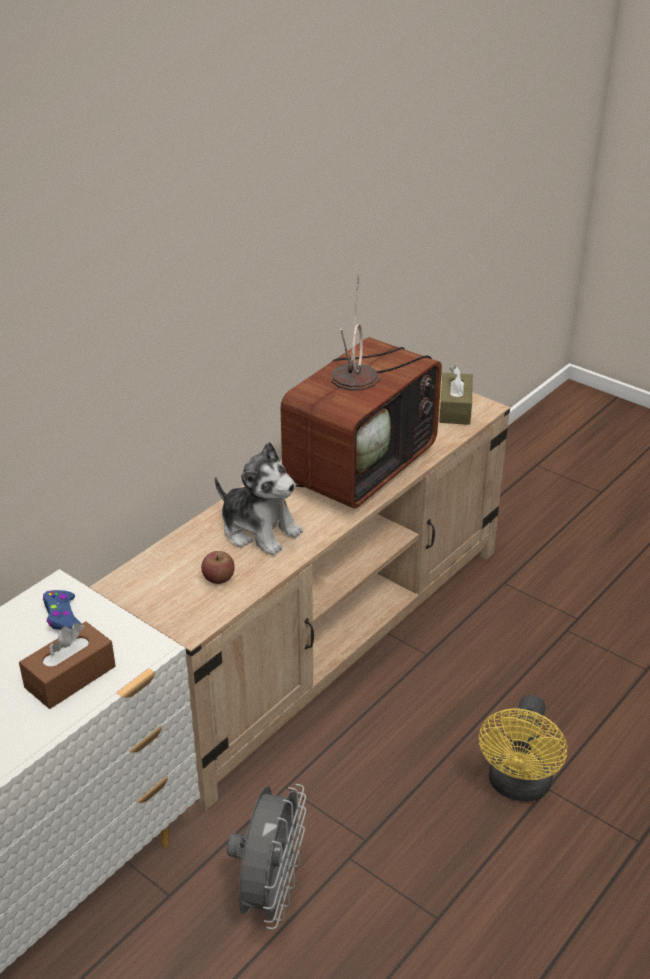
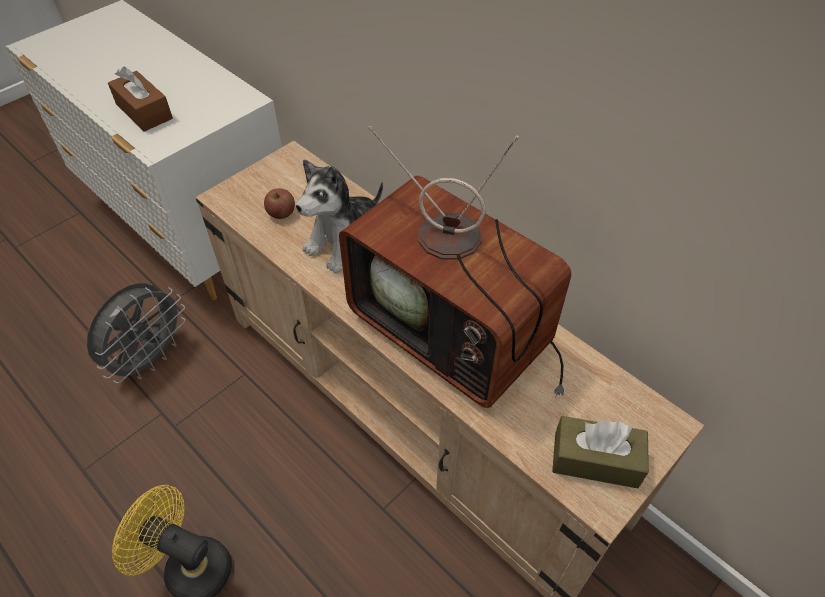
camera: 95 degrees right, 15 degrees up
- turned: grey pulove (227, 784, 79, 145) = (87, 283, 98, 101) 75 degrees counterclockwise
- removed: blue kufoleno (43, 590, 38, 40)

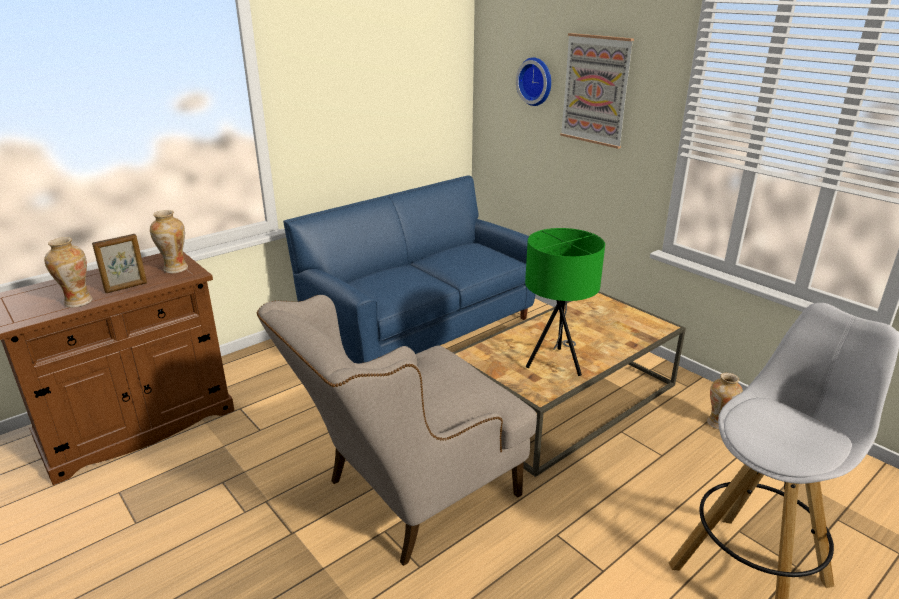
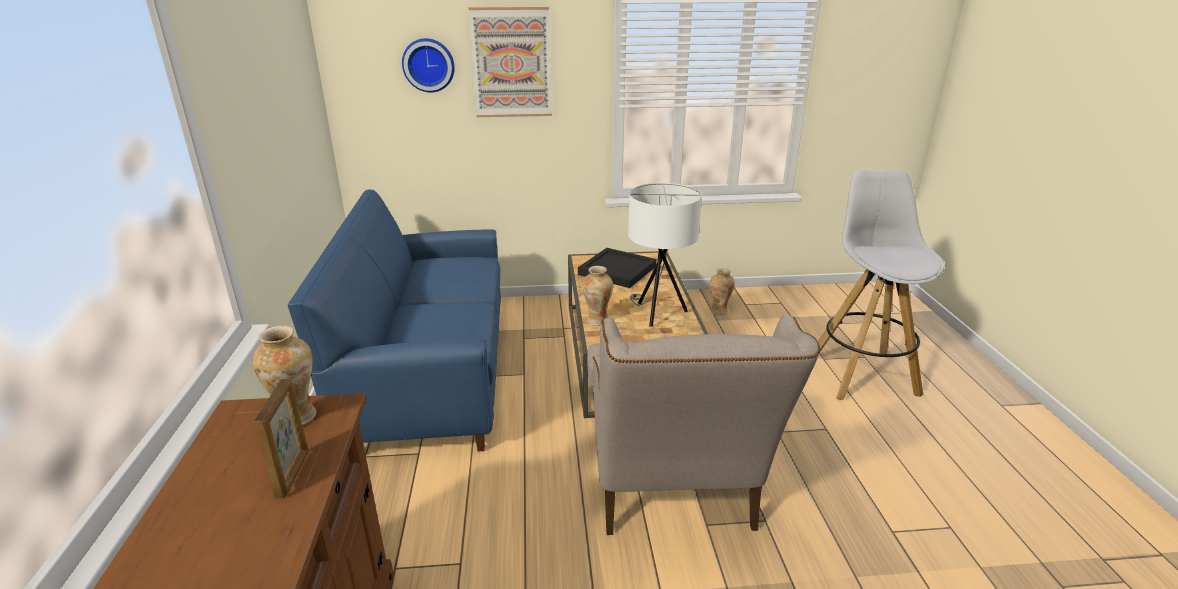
camera: 55 degrees left, 0 degrees up
- added: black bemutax (578, 248, 79, 40)
- moved: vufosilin (44, 237, 49, 71) to (582, 266, 31, 60)
- recoloured: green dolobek (525, 228, 80, 148) to white dolobek (628, 183, 74, 144)

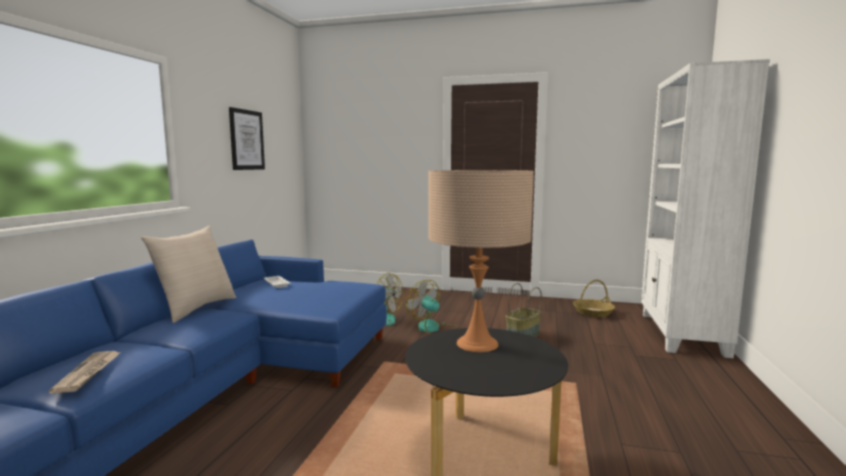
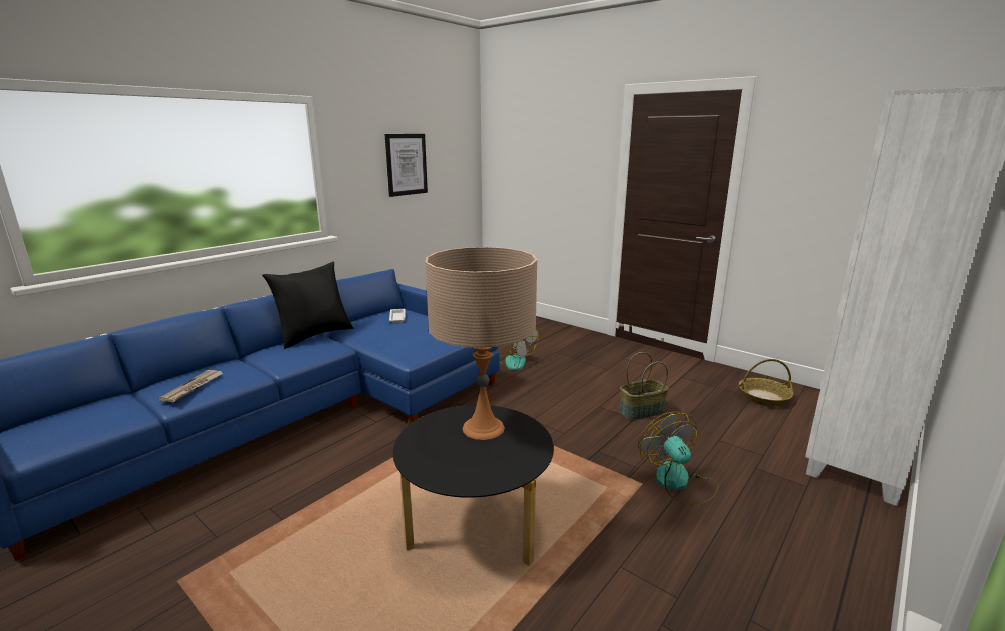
camera: 25 degrees right, 10 degrees up
- recoloured: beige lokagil (141, 226, 95, 97) to black lokagil (262, 261, 91, 88)
- moved: pulove (406, 280, 52, 54) to (639, 412, 80, 93)

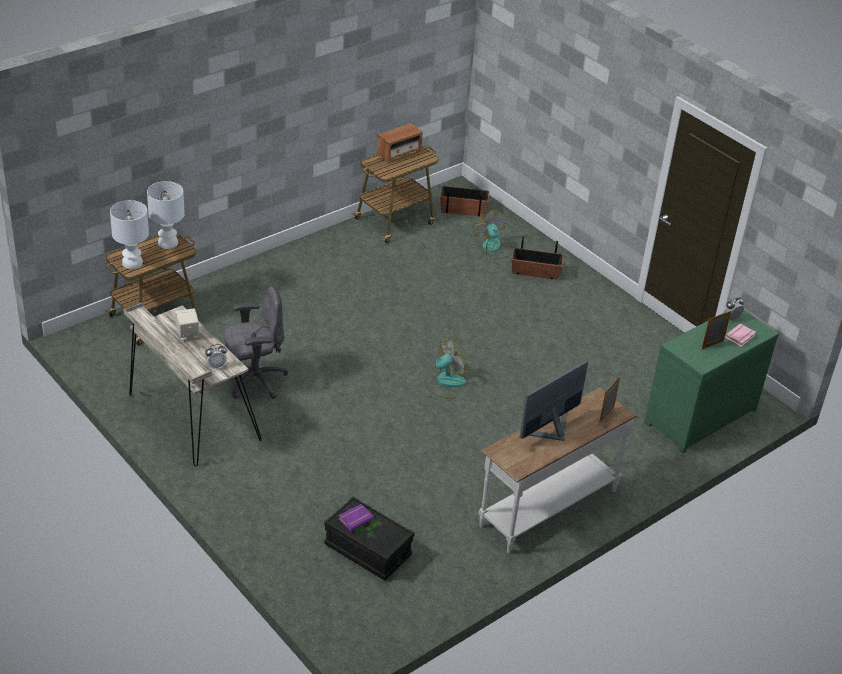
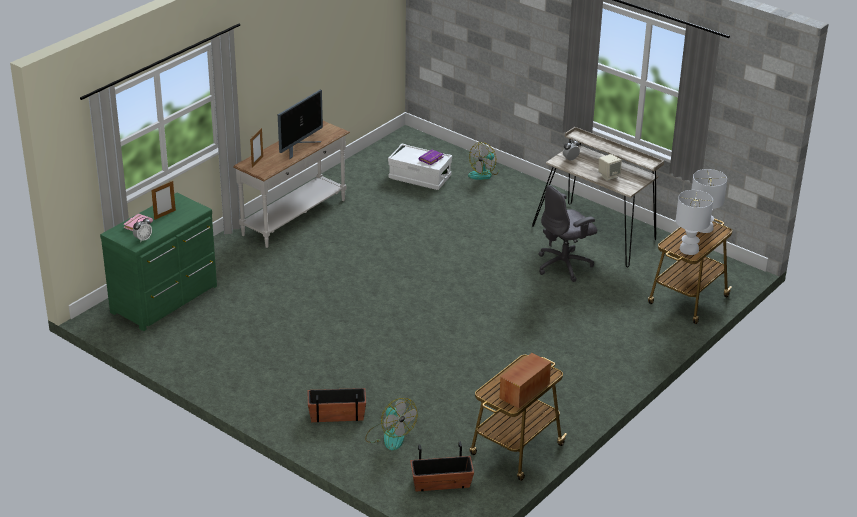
camera: 170 degrees right, 5 degrees down
- recoloured: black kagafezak (324, 497, 91, 84) to white kagafezak (388, 143, 64, 47)
- moved: pulove (426, 339, 41, 60) to (468, 142, 31, 38)

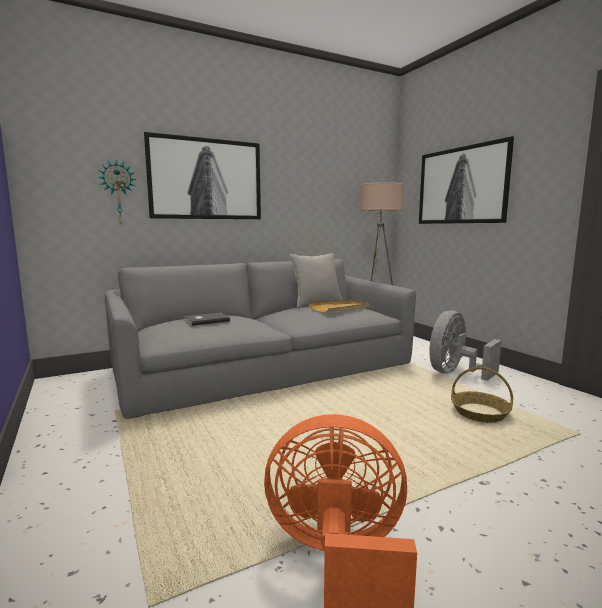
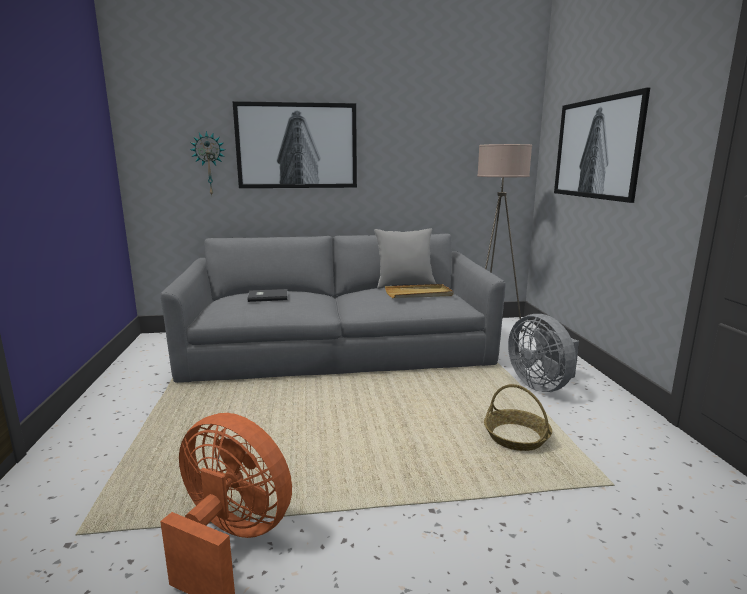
camera: 20 degrees right, 5 degrees up
- turned: grey pulove (429, 311, 73, 70) = (508, 314, 71, 78) 90 degrees counterclockwise

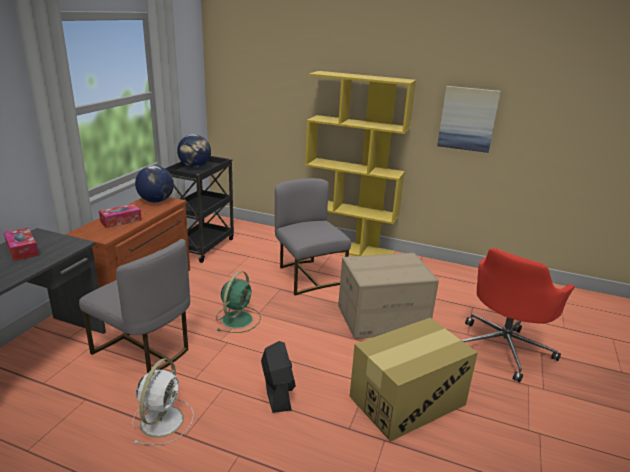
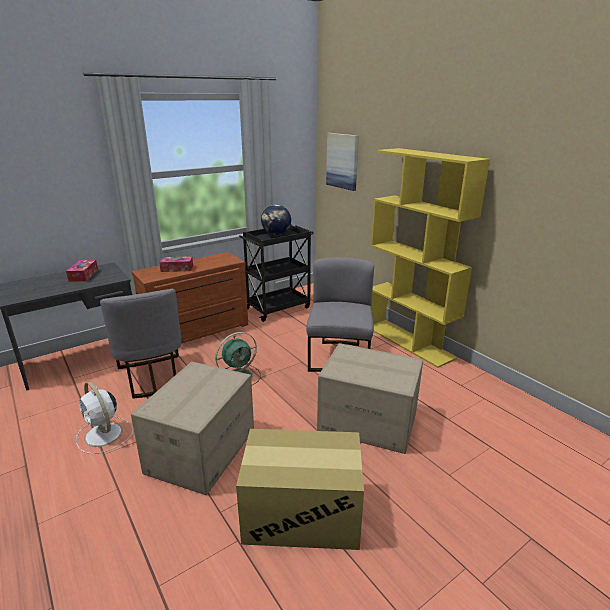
camera: 35 degrees right, 0 degrees up
- turned: white pulove (132, 358, 62, 87) = (76, 381, 57, 73) 90 degrees clockwise
- replaced: black pulove (261, 341, 35, 72) to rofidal (131, 362, 123, 133)
- moved: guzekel (437, 86, 64, 67) to (326, 133, 32, 58)
- removed: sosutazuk (135, 165, 39, 38)
- removed: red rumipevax (462, 248, 113, 135)

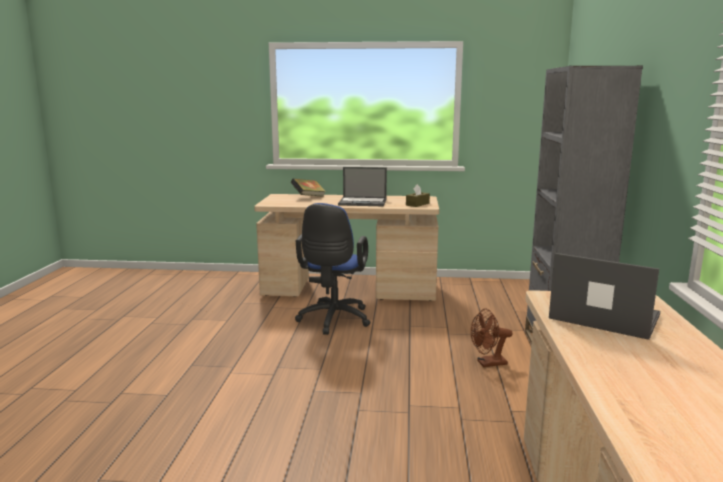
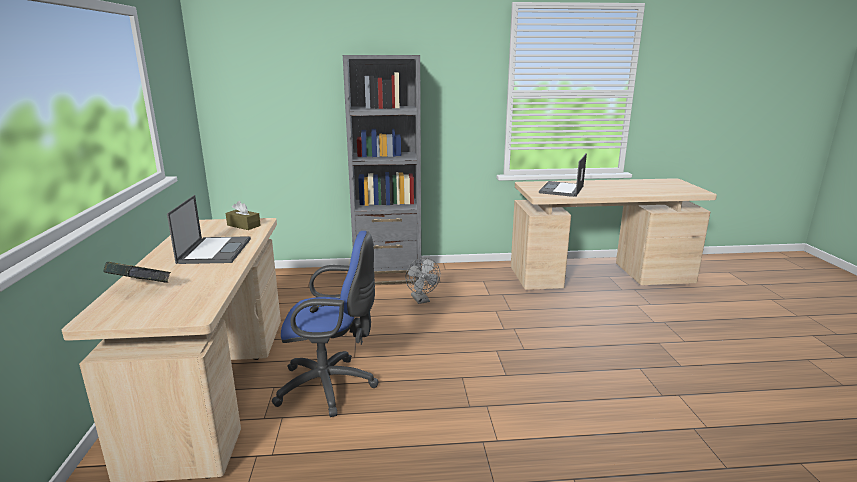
camera: 100 degrees left, 5 degrees up
- recoloured: brown pulove (471, 308, 41, 59) to grey pulove (406, 258, 34, 46)

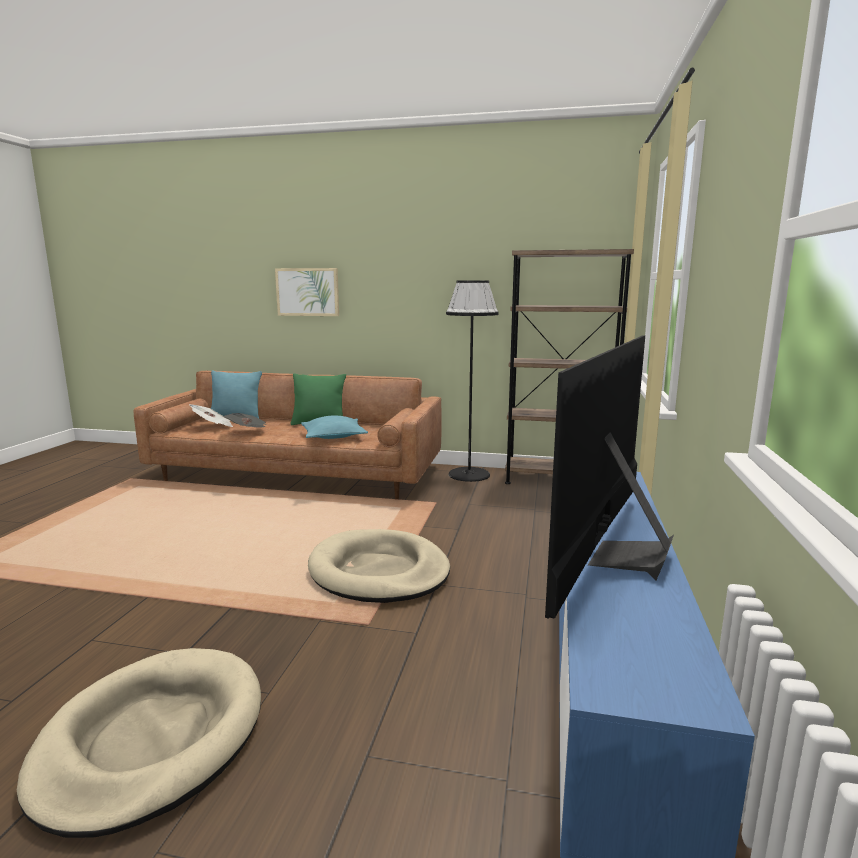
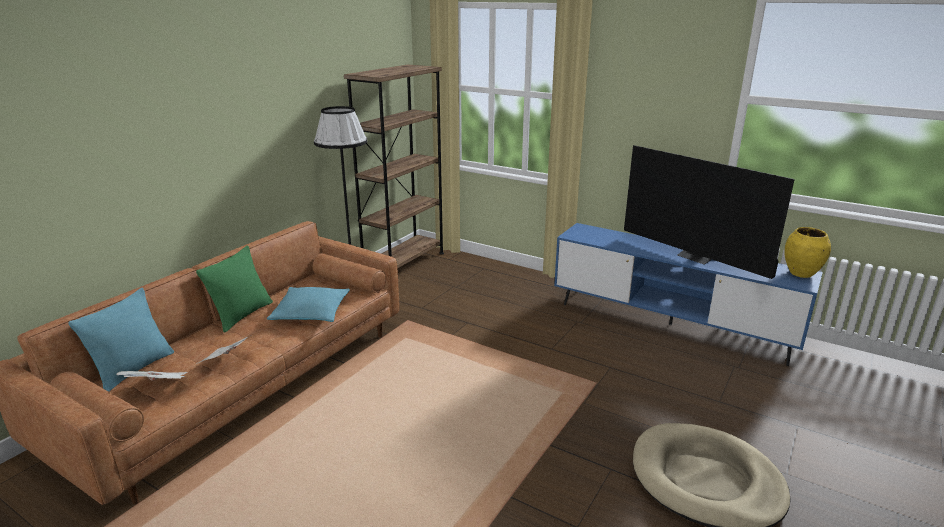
camera: 70 degrees left, 10 degrees up
- added: yellow vufosilin (785, 227, 46, 51)
- removed: guzekel (275, 268, 64, 48)
- removed: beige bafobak (308, 529, 142, 74)

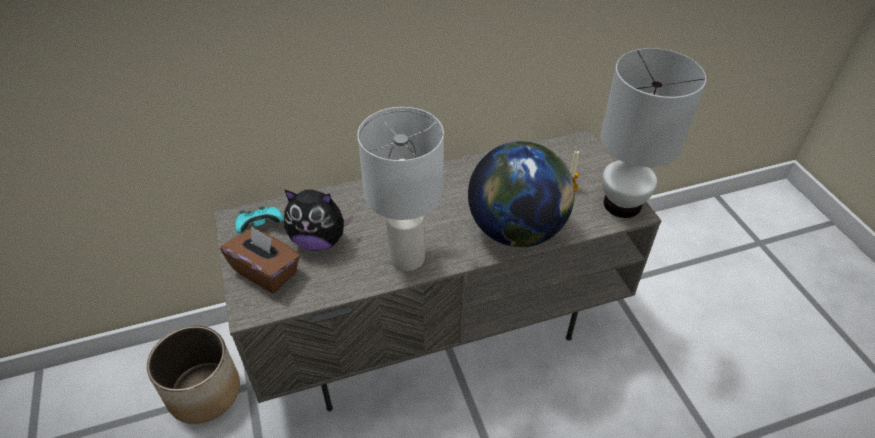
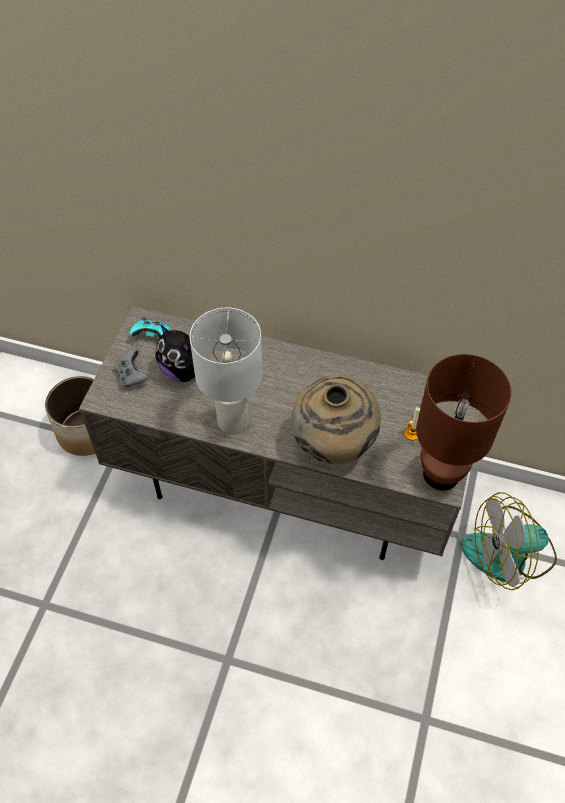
camera: 35 degrees right, 10 degrees up
- replaced: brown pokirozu (220, 225, 80, 68) to grey kufoleno (114, 349, 35, 38)
- replaced: sosutazuk (468, 141, 107, 106) to beige vufosilin (291, 375, 90, 89)
- recoloured: white dolobek (600, 48, 106, 170) to brown dolobek (416, 354, 96, 137)
- added: pulove (461, 492, 96, 98)

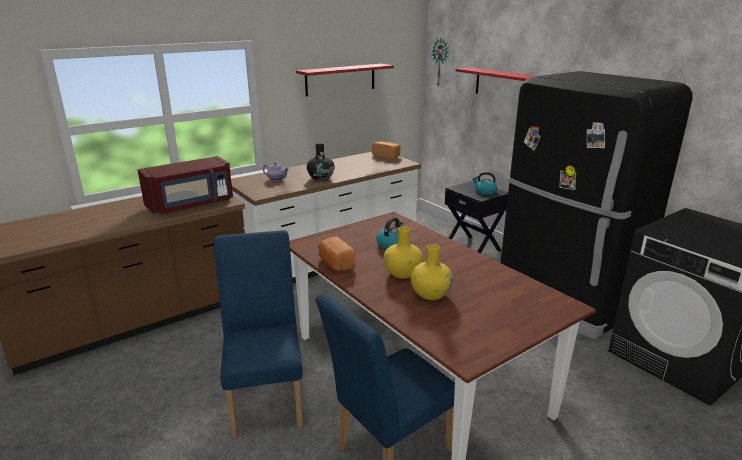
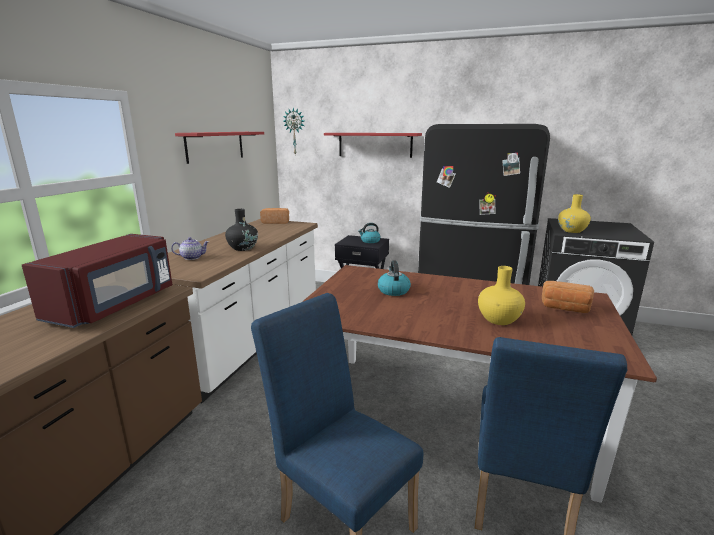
camera: 35 degrees left, 5 degrees down
- moved: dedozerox (318, 237, 38, 34) to (542, 281, 52, 32)
- moved: yellow vufosilin (384, 226, 39, 53) to (558, 194, 33, 39)

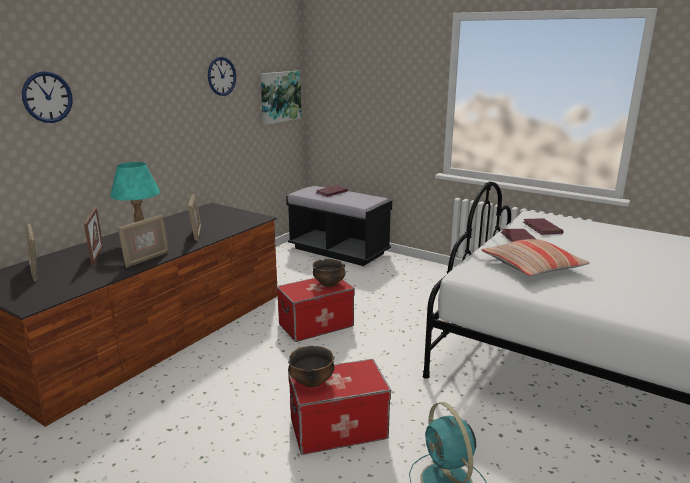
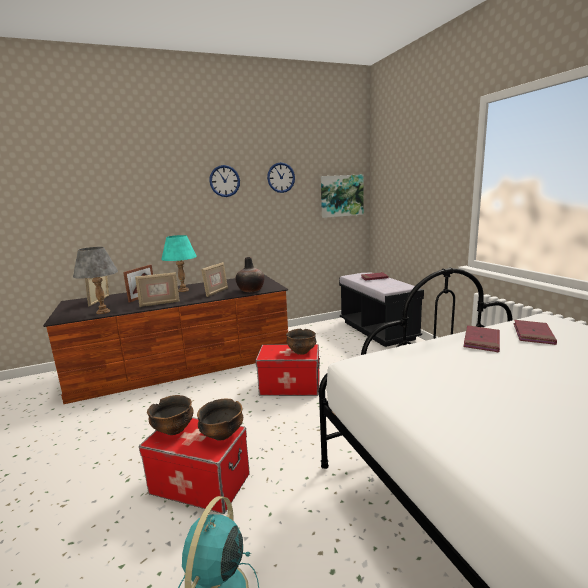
camera: 35 degrees right, 5 degrees down
- added: grey dolobek (73, 247, 45, 67)
- added: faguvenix (197, 399, 46, 42)
- moved: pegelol (22, 71, 50, 52) to (209, 165, 31, 32)
- added: vufosilin (236, 257, 28, 35)
- removed: lokagil (482, 239, 108, 37)

